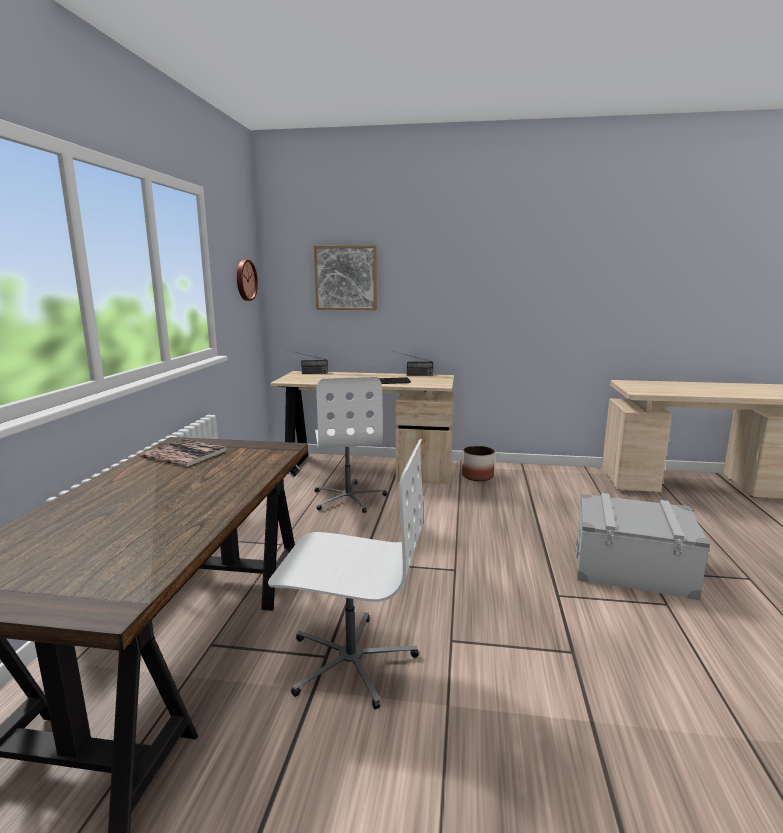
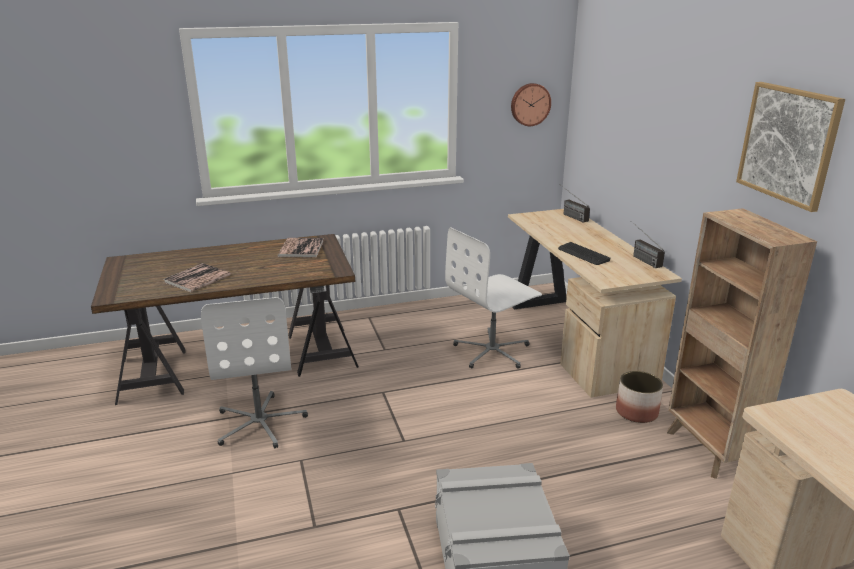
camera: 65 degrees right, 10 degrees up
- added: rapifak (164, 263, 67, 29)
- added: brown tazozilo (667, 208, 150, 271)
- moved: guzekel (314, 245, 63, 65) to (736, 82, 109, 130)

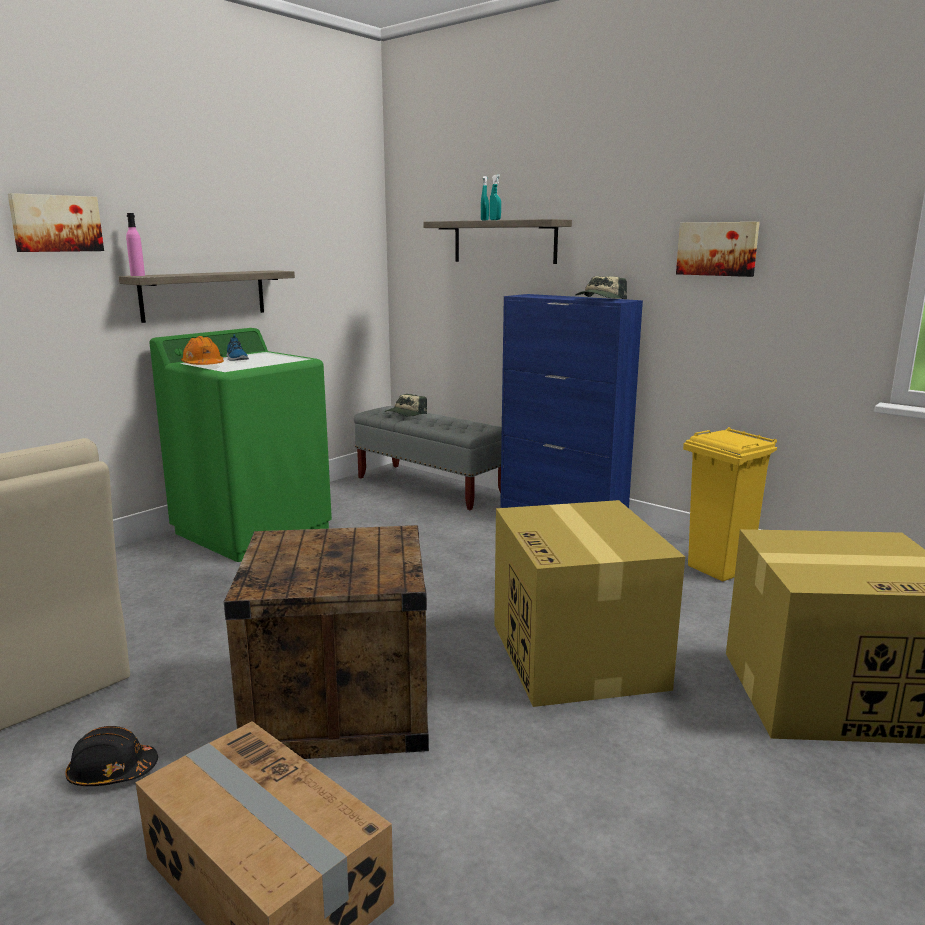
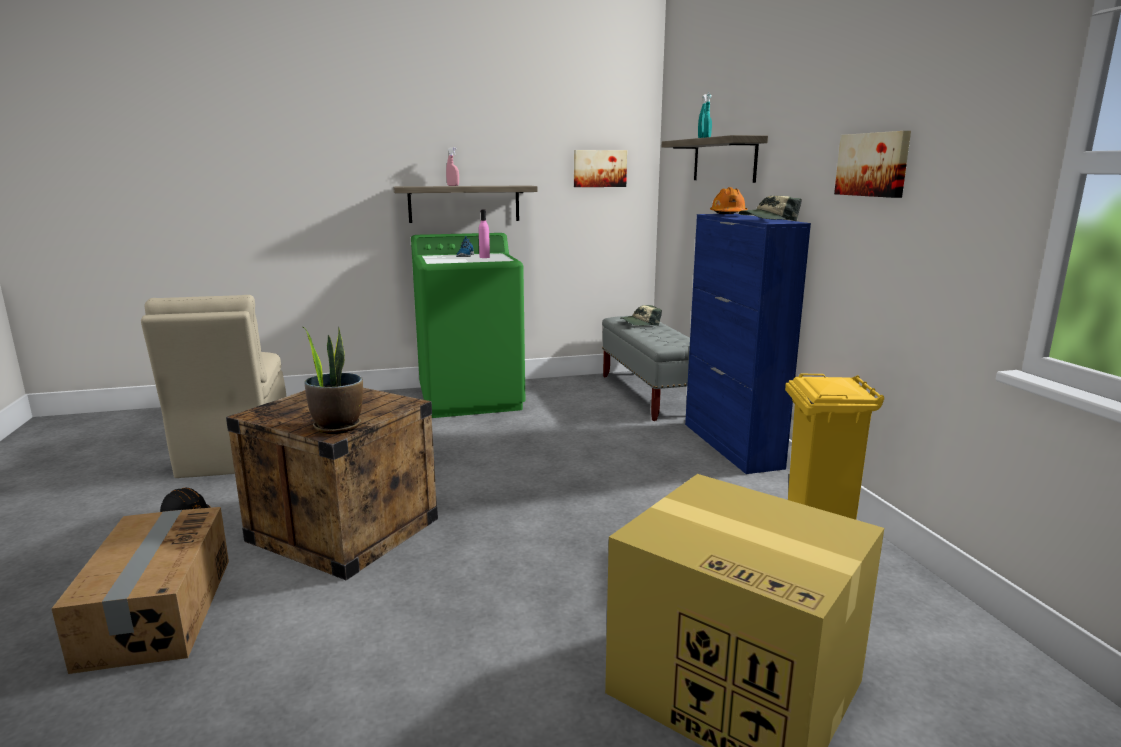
camera: 35 degrees right, 0 degrees up
- added: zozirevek (302, 326, 61, 108)
- added: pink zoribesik (446, 147, 13, 39)
- moved: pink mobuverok (126, 213, 19, 63) to (479, 210, 11, 48)
- moved: guzekel (8, 193, 96, 59) to (574, 150, 53, 37)
- moved: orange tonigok (181, 336, 43, 29) to (710, 187, 37, 27)
- removed: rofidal (494, 500, 191, 207)

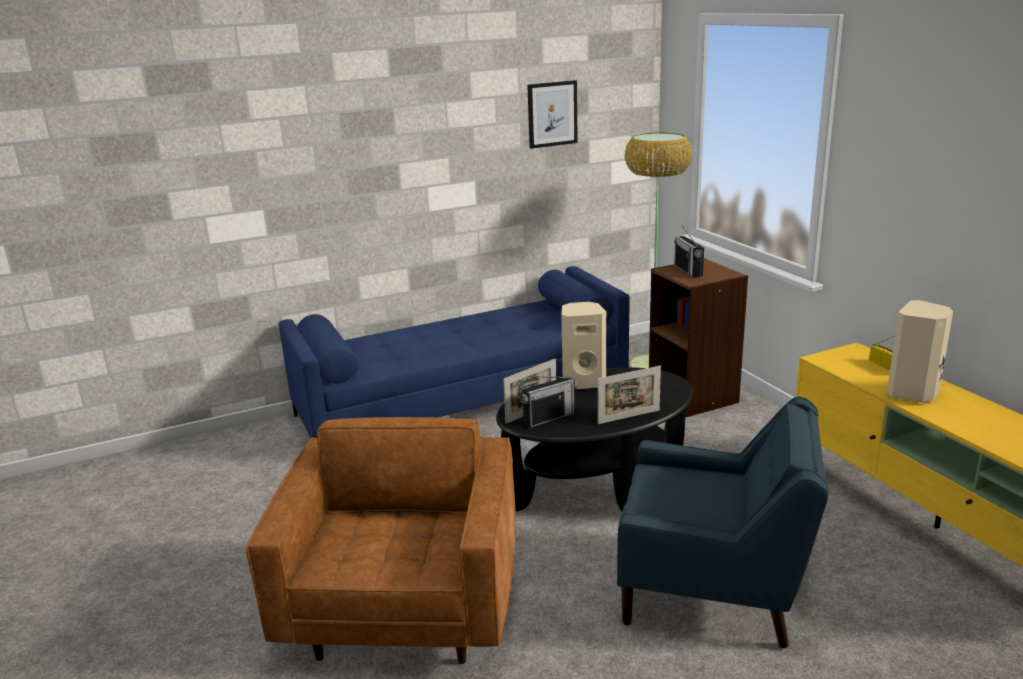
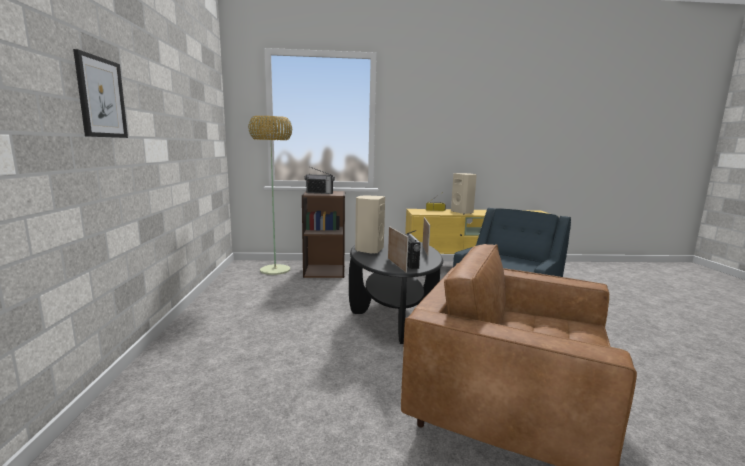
camera: 70 degrees left, 10 degrees down
- moved: guzekel (527, 80, 51, 69) to (73, 49, 55, 89)
- removed: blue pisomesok (279, 266, 351, 172)

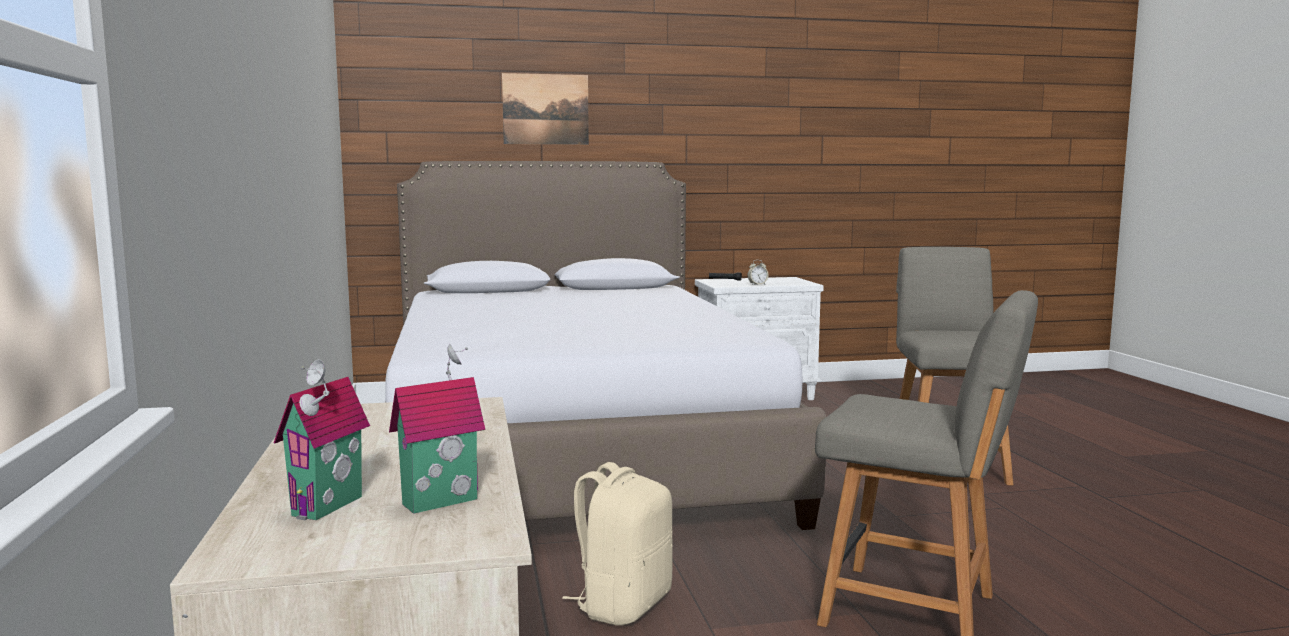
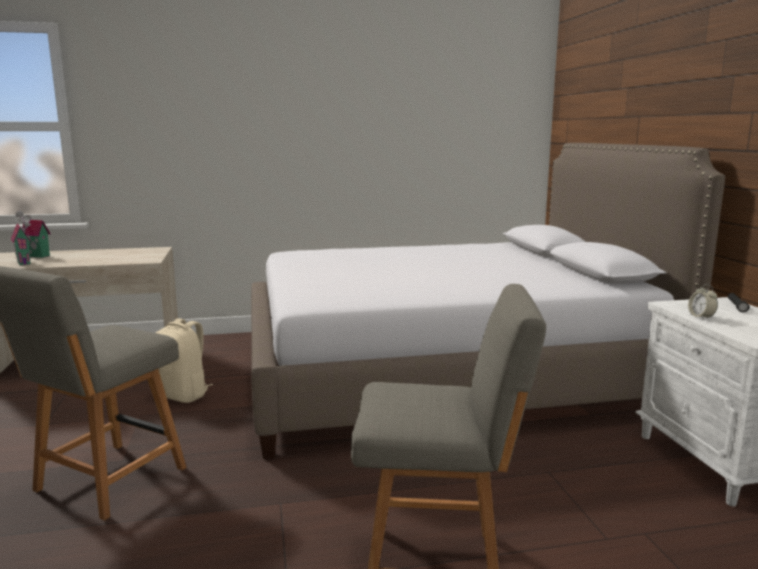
camera: 90 degrees right, 5 degrees up
- removed: guzekel (502, 73, 87, 72)

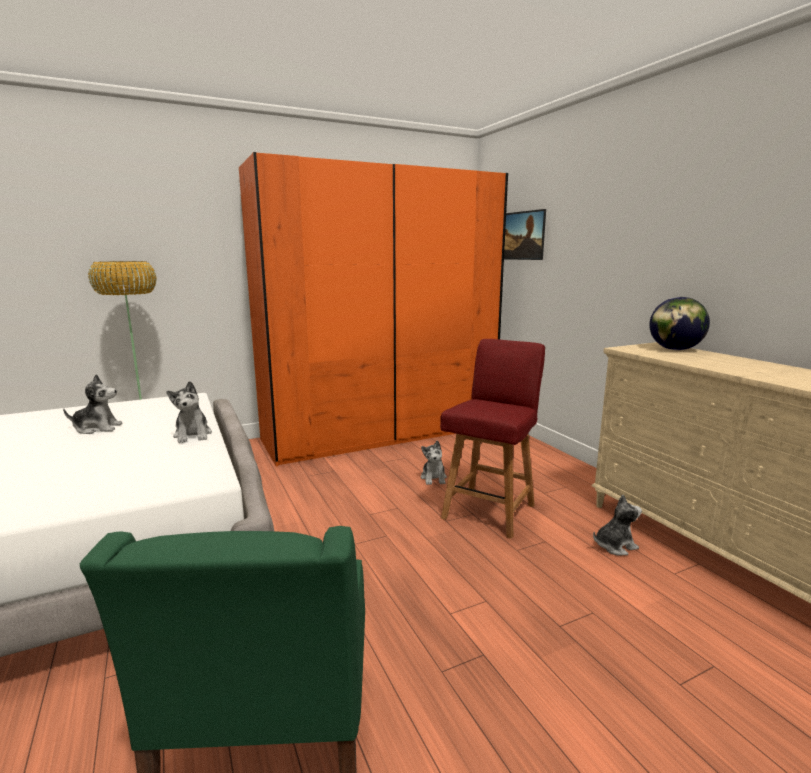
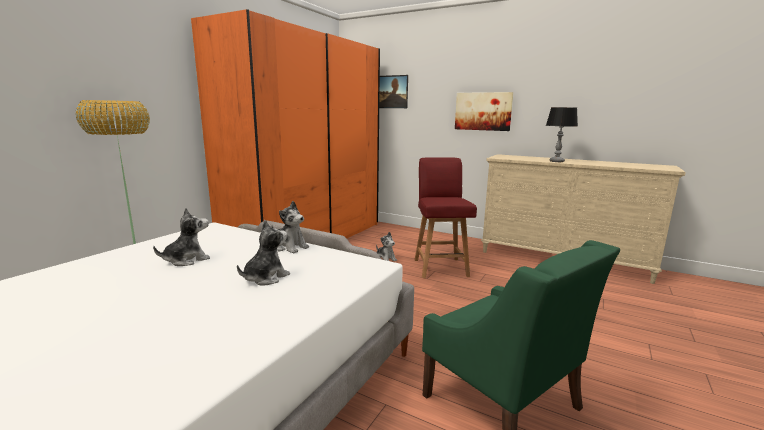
camera: 35 degrees left, 0 degrees up
- moved: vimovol (593, 495, 49, 60) to (237, 220, 53, 65)
- added: guzekel (455, 92, 59, 39)
- added: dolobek (546, 107, 32, 55)
- removed: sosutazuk (649, 297, 61, 53)

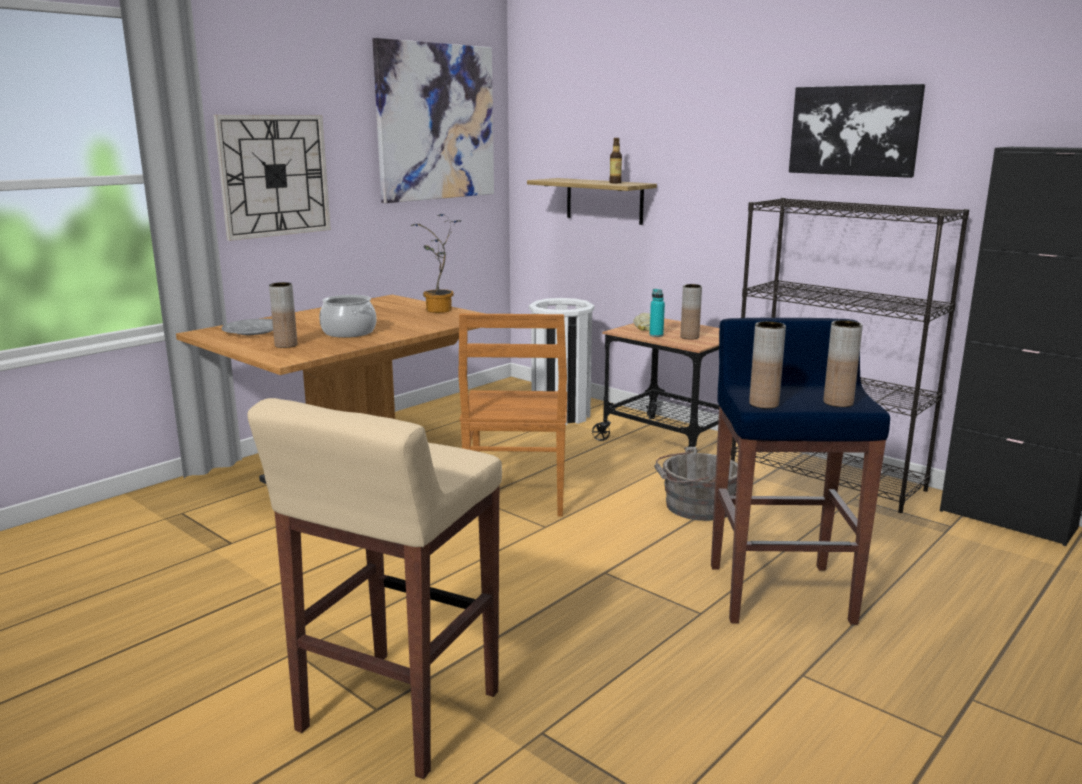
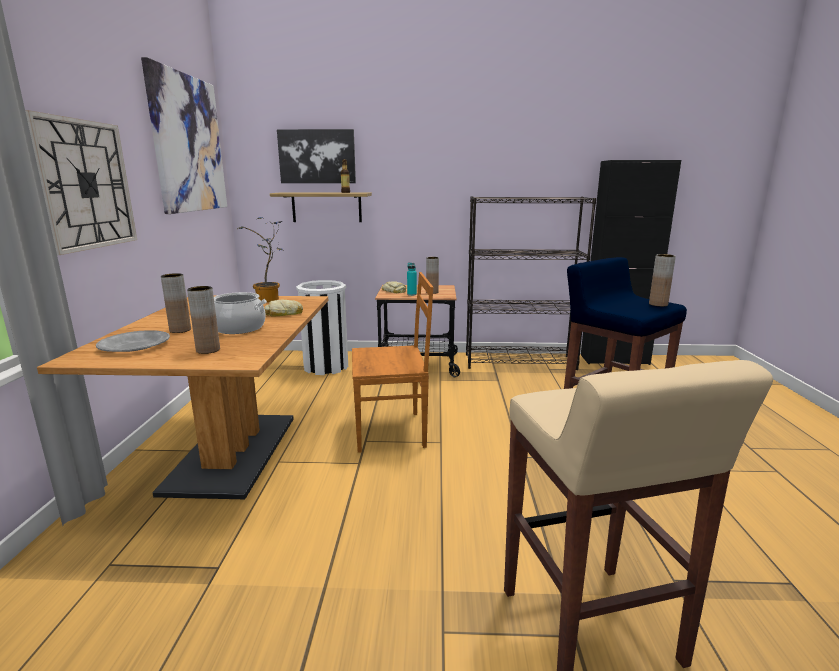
camera: 40 degrees left, 0 degrees up
- moved: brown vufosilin (749, 321, 37, 88) to (161, 273, 30, 60)
- added: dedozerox (265, 300, 38, 17)
- moved: guzekel (789, 84, 136, 94) to (277, 129, 79, 54)
- turned: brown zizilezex (458, 313, 109, 204) = (352, 272, 82, 181) 60 degrees counterclockwise
- removed: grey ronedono (654, 447, 84, 74)

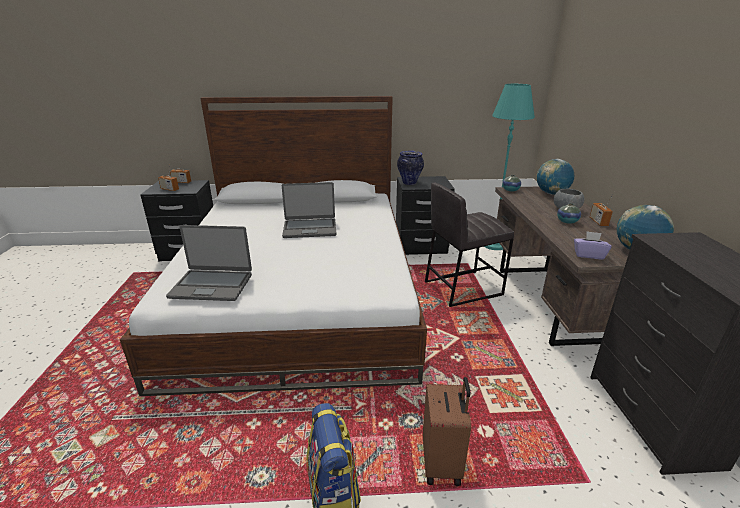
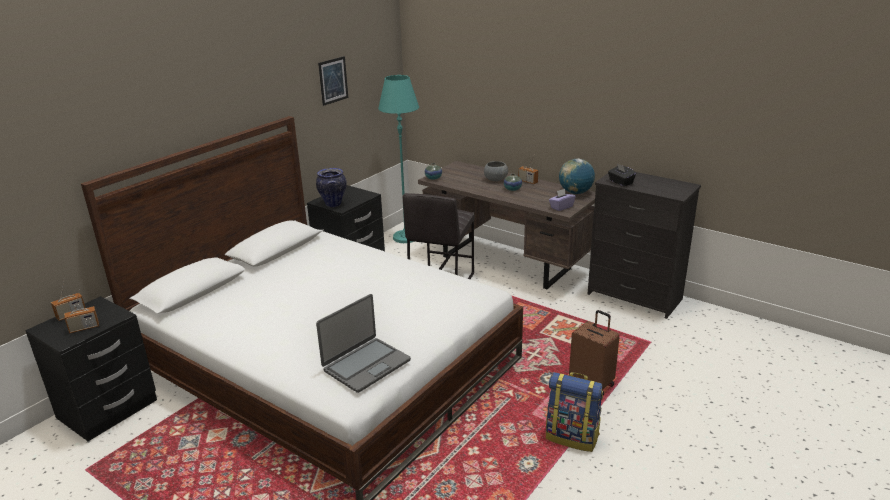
camera: 50 degrees left, 0 degrees up
- added: guzekel (318, 56, 30, 50)
- added: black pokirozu (608, 164, 28, 22)
- removed: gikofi (282, 182, 55, 56)
- removed: sosutazuk (537, 159, 37, 35)

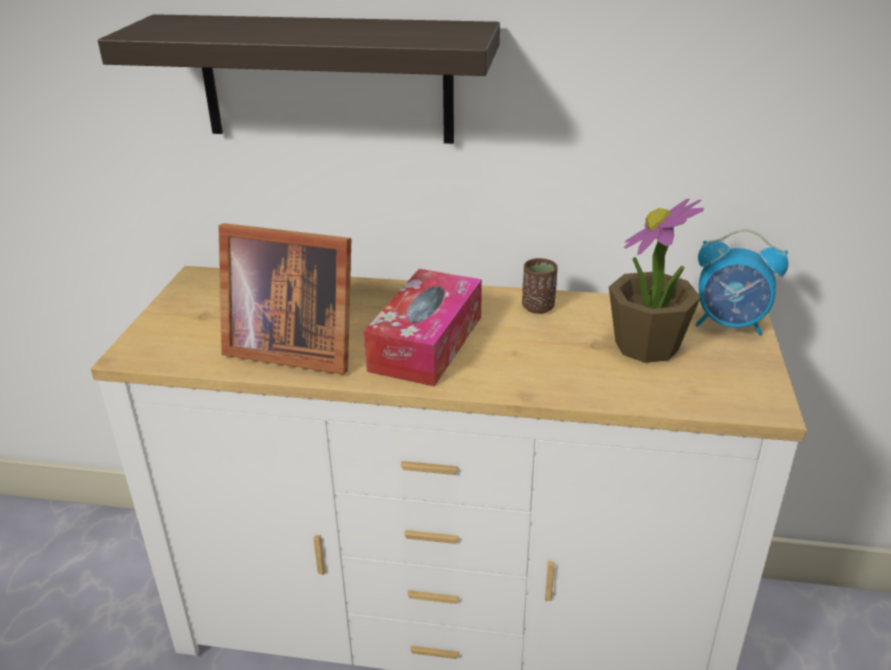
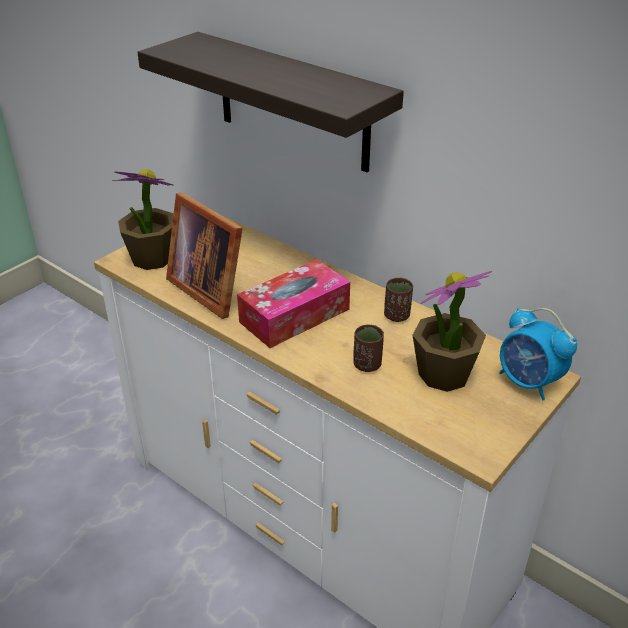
camera: 30 degrees right, 5 degrees up
- added: zozirevek (112, 169, 61, 101)
- added: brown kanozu (353, 325, 31, 47)

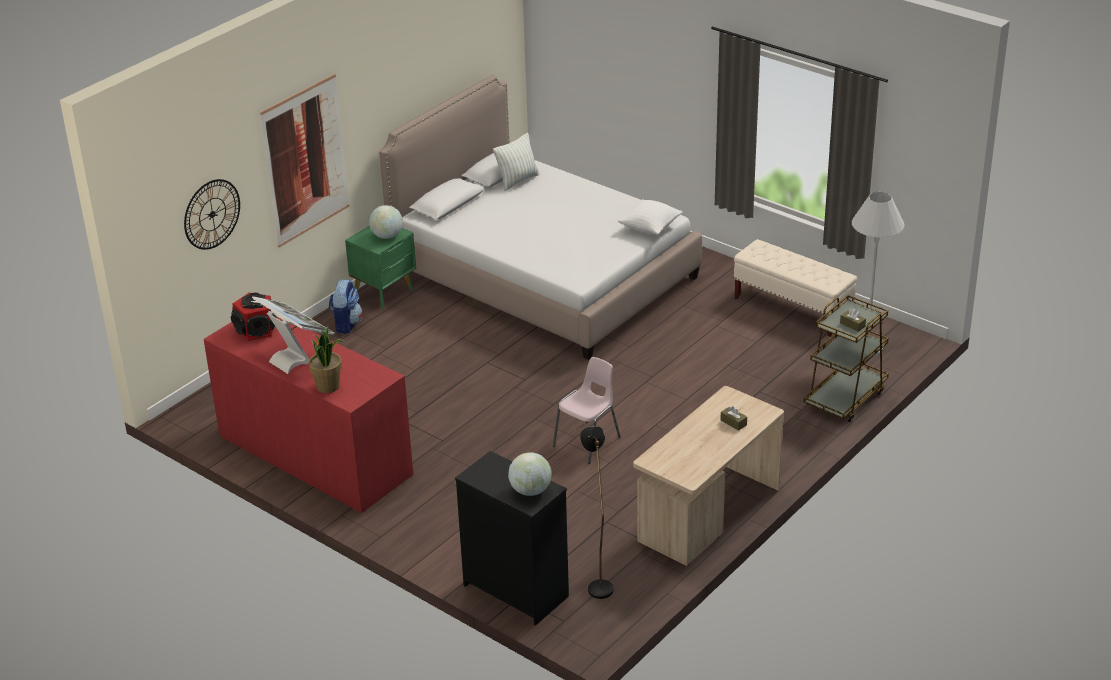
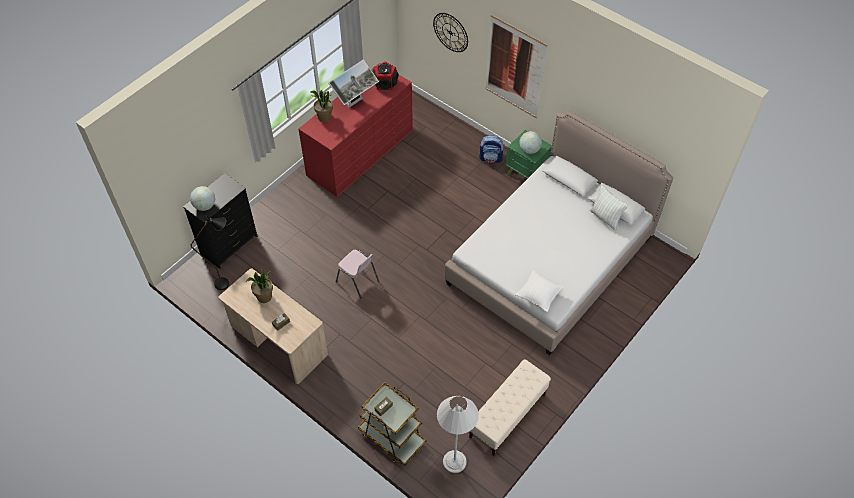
camera: 90 degrees right, 20 degrees up
- added: zozirevek (246, 270, 27, 33)

